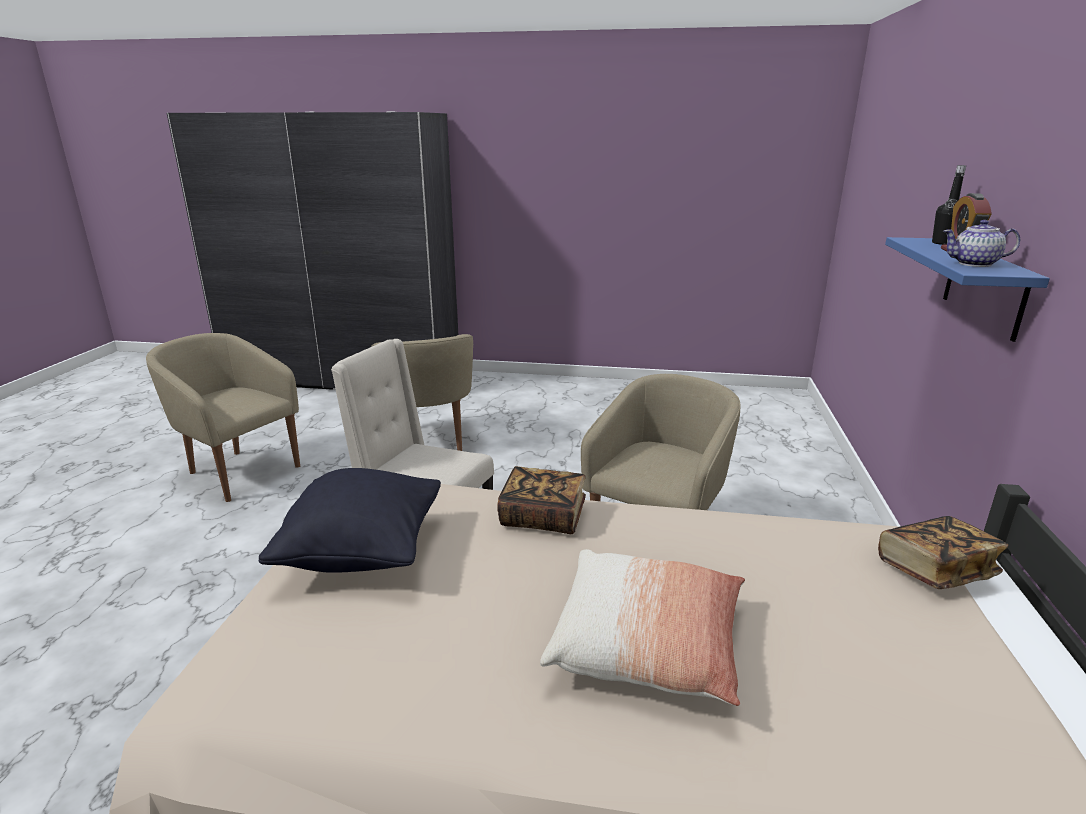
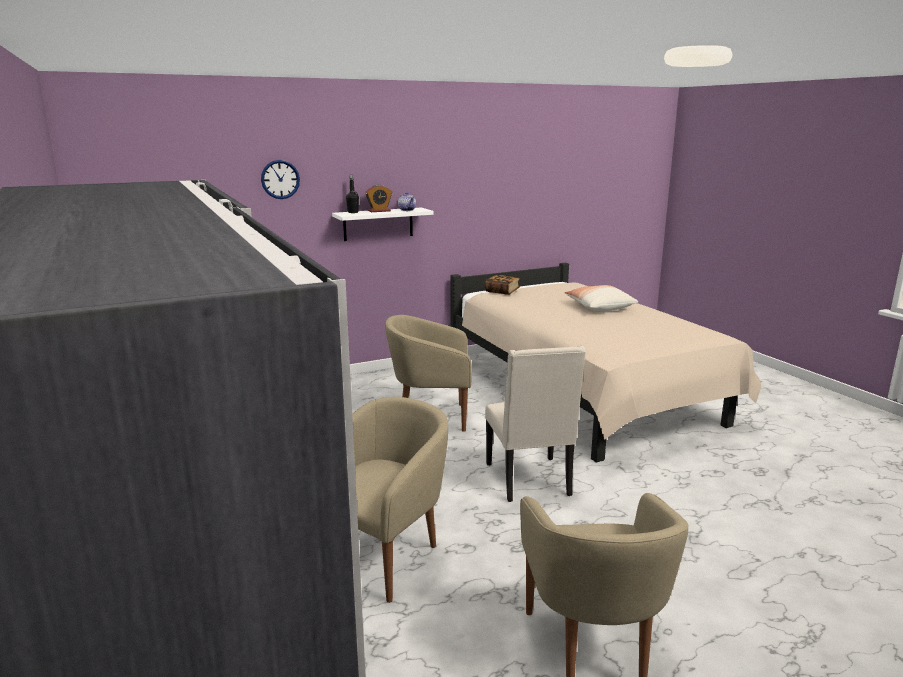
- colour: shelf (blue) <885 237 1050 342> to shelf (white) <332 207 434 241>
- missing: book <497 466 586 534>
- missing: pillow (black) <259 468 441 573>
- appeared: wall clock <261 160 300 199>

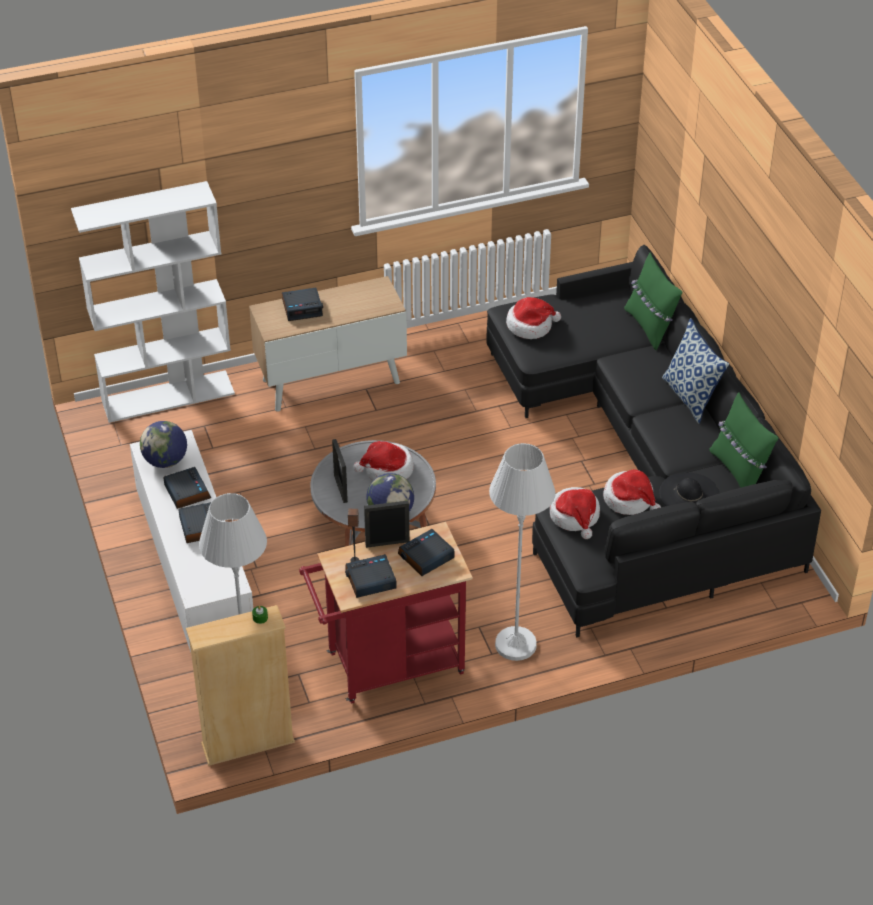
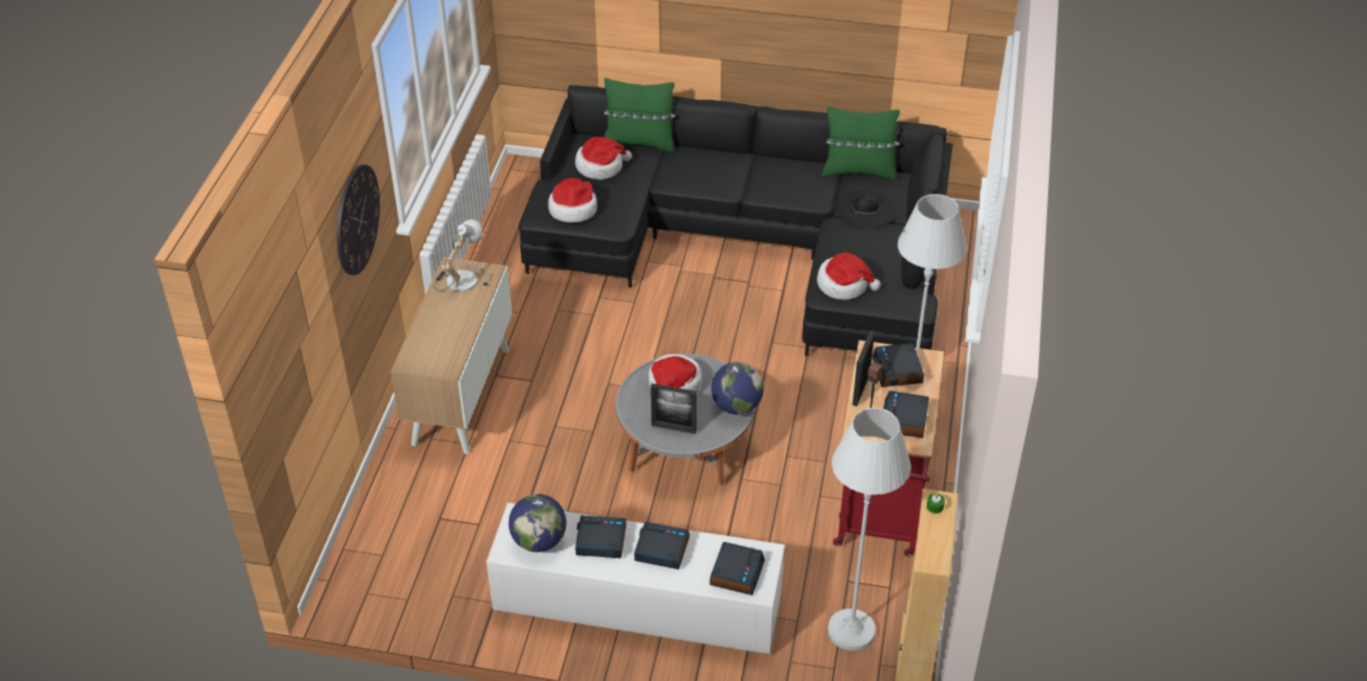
- missing: bookcase (white) <71 181 235 423>
- relocated: alarm clock <282 288 323 321> to <710 542 765 595>
- missing: pillow <662 318 729 424>
- relocated: hat <603 469 661 515> to <575 137 632 180>
- appeared: wall clock <337 165 380 275>
- appeared: table lamp <433 219 491 292>

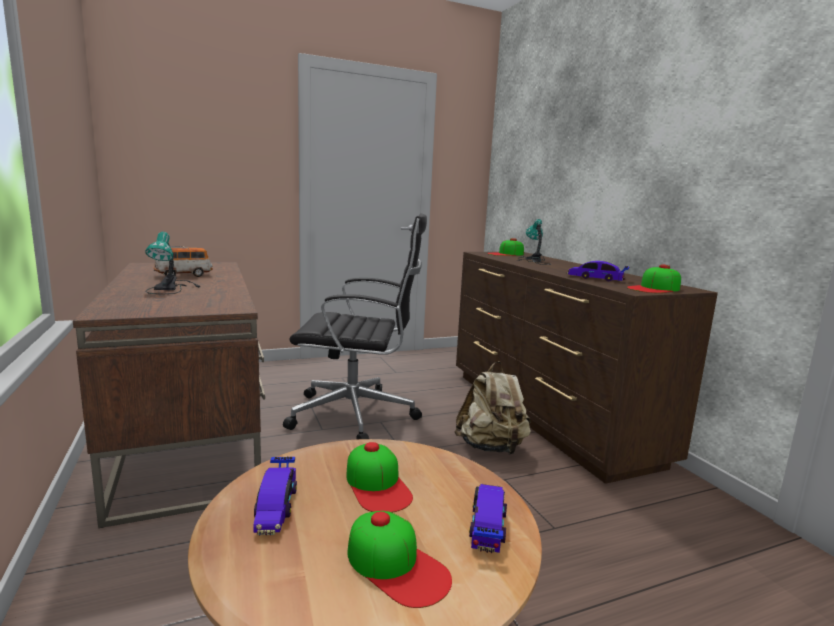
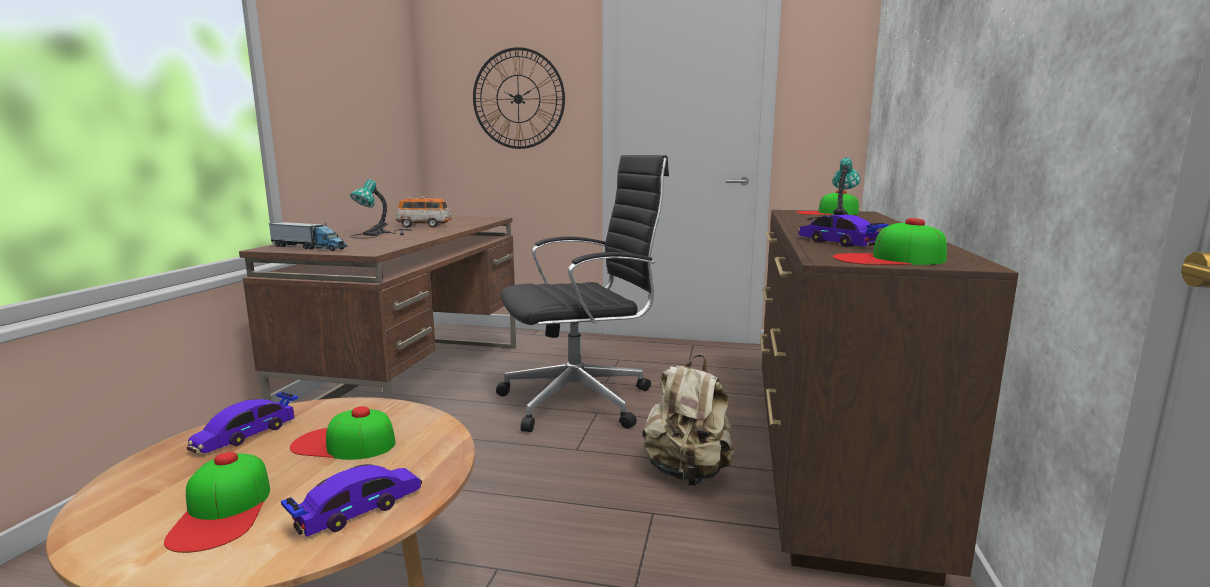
- spun: office chair (black) <283 213 427 440> = <496 155 669 432> 60 degrees counterclockwise
- spun: cap <346 442 413 513> = <290 406 396 460> 90 degrees clockwise
- appeared: wall clock <473 47 565 149>
- appeared: toy truck <269 222 347 251>

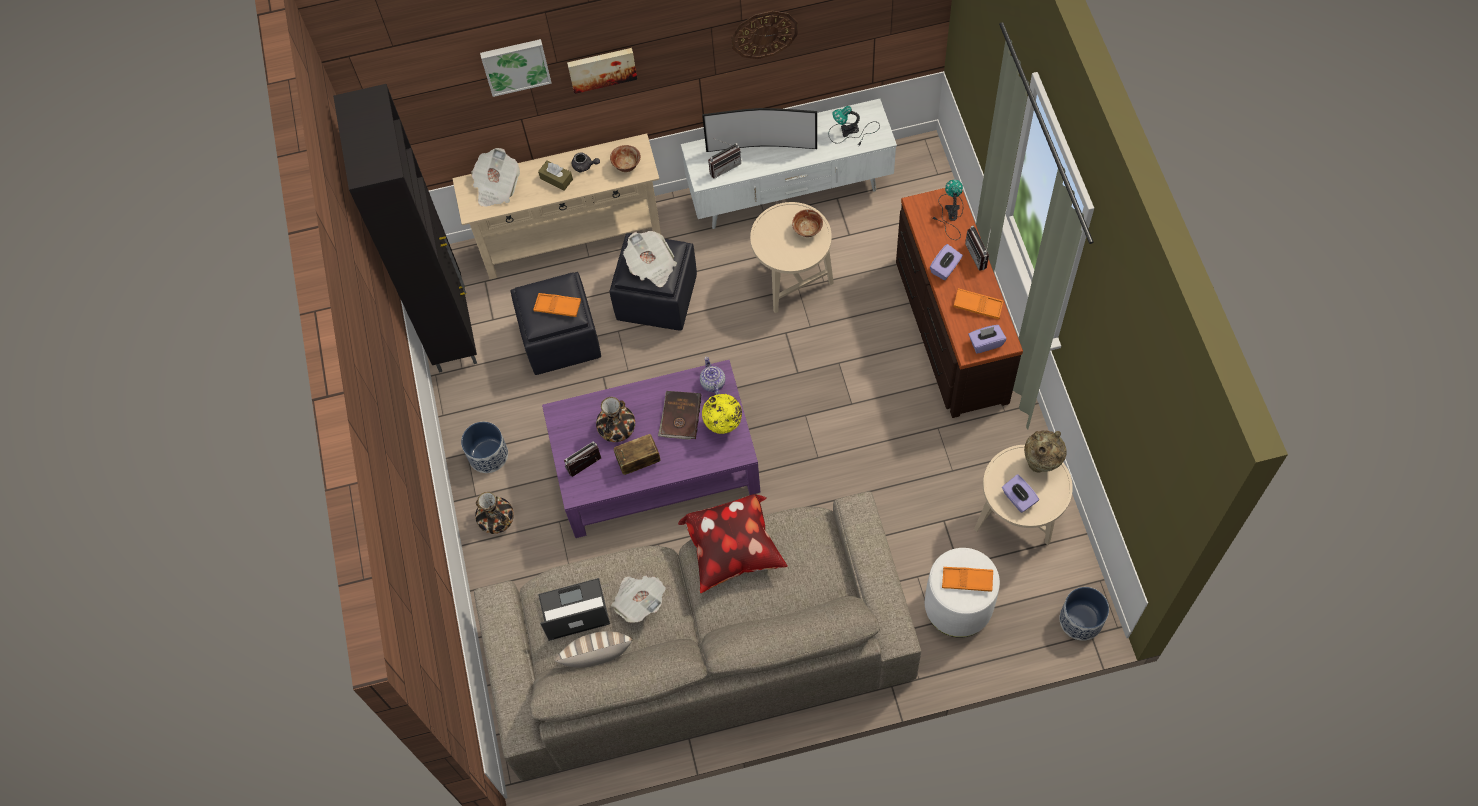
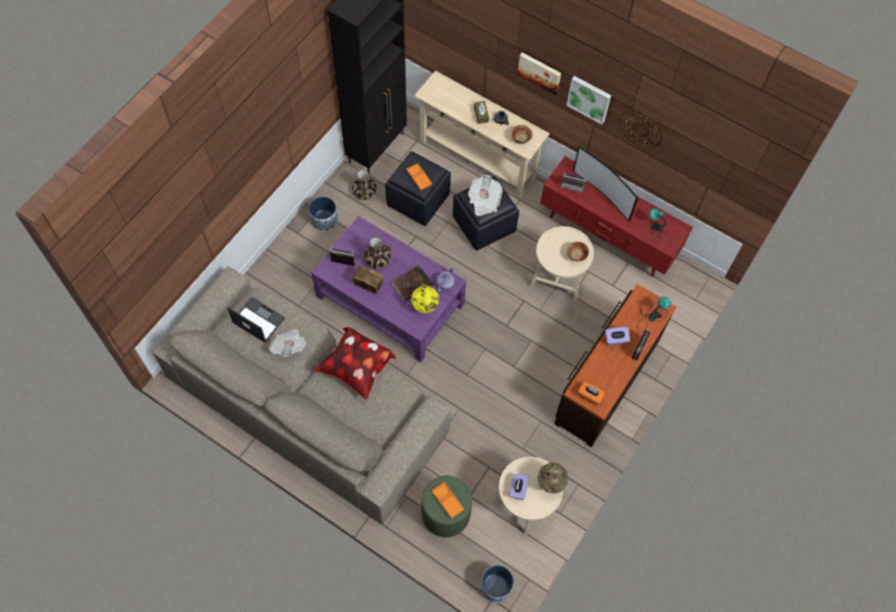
- relocated: picture <480 39 552 97> to <566 76 611 124>
- colour: tv stand (white) <681 99 897 229> to tv stand (red) <540 156 693 277>
- missing: newspaper <471 148 520 207>
- missing: tray (orange) <953 288 1003 320>
- colour: tissue box (purple) <968 325 1006 354> to tissue box (orange) <578 382 605 405>
- relocated: vase <475 492 514 534> to <352 169 376 200>
- colour: ottoman (white) <925 548 1000 638> to ottoman (green) <421 476 472 537>
- missing: pillow <555 631 632 668>

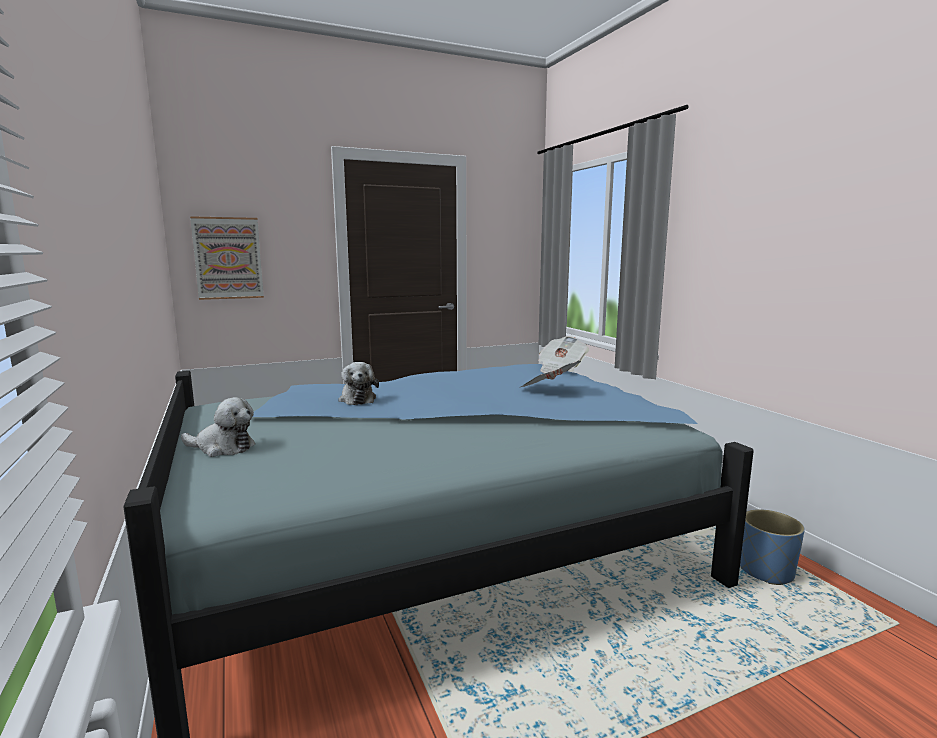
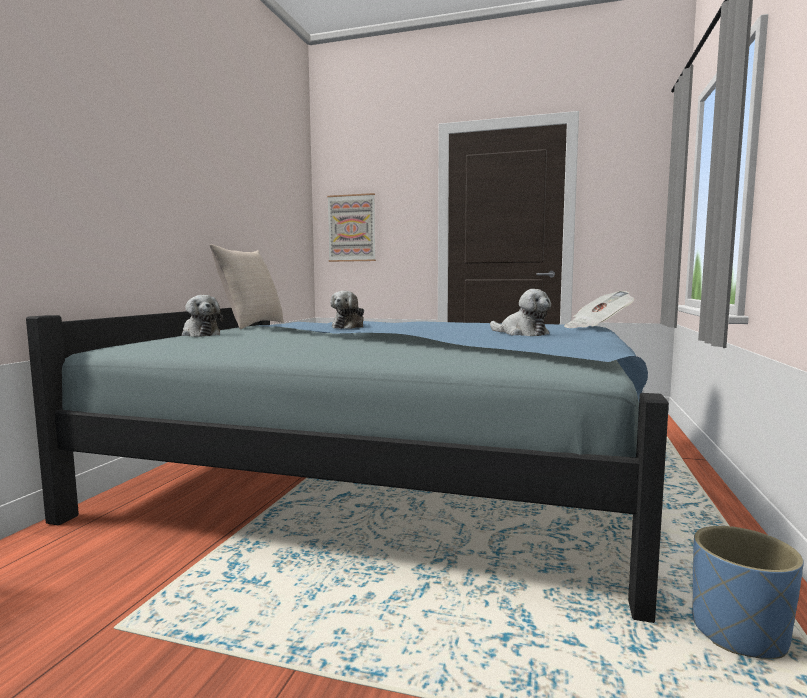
- exchanged: newspaper <521 360 581 387> to plush toy <490 289 551 336>
- appeared: pillow (beige) <209 244 284 329>

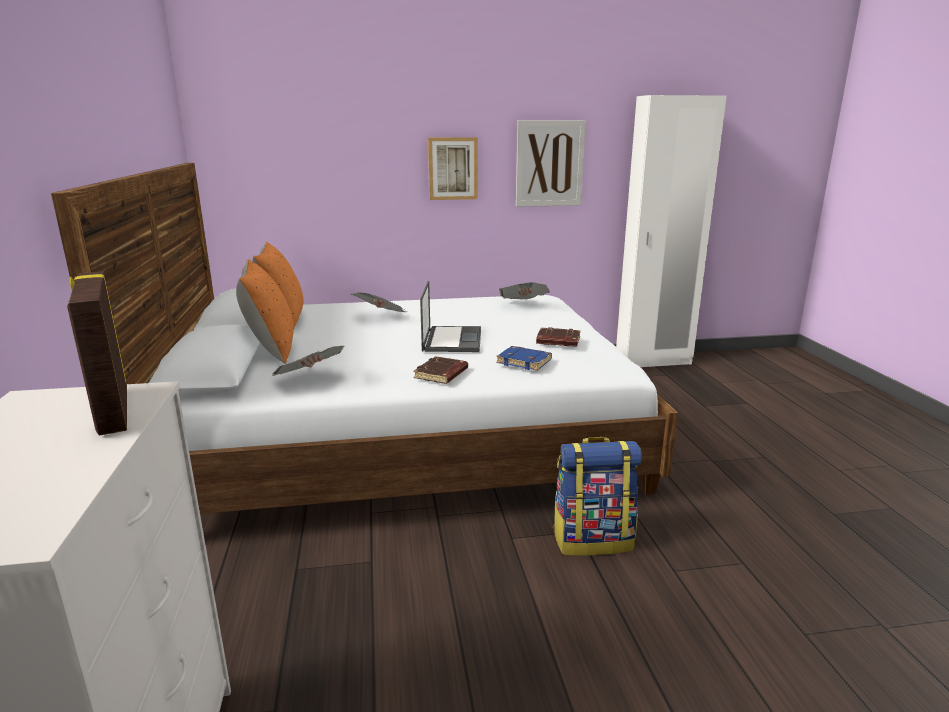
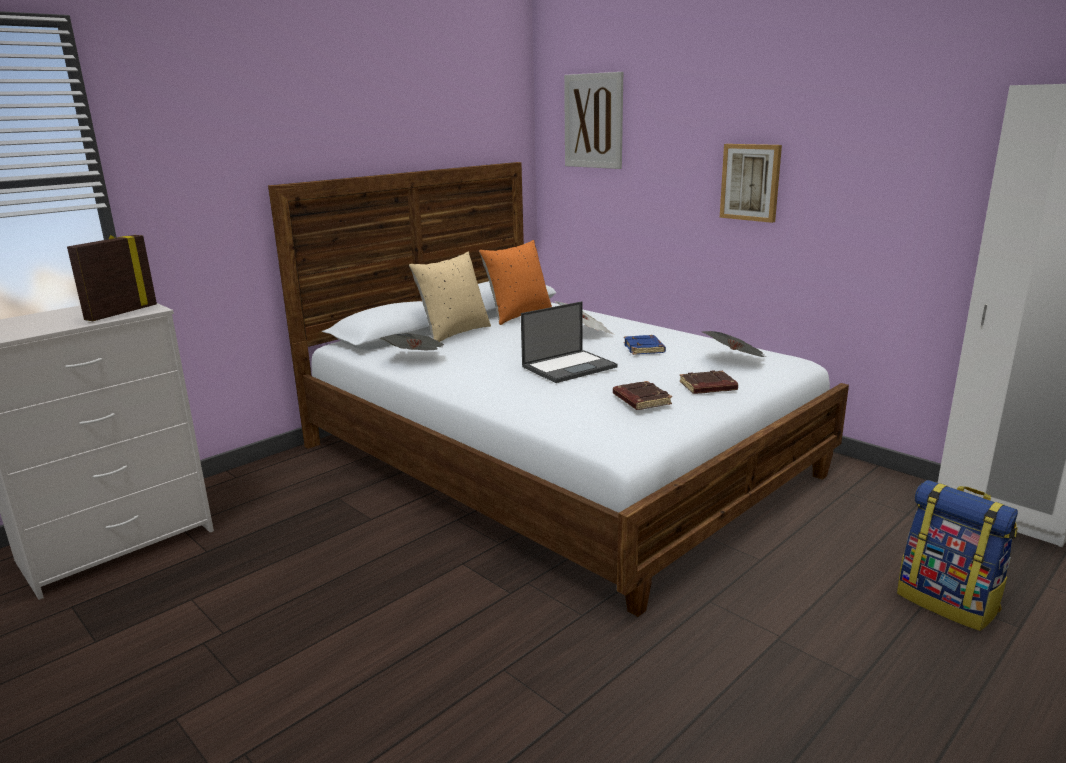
- relocated: picture <516 120 586 207> to <564 72 623 169>
- colour: pillow (orange) <236 259 294 364> to pillow (beige) <409 252 491 342>
- relocated: book (blue) <496 346 552 371> to <624 335 666 355>
- relocated: book (brown) <413 356 468 384> to <679 370 738 394>
- relocated: backpack <552 437 642 556> to <897 480 1018 631>

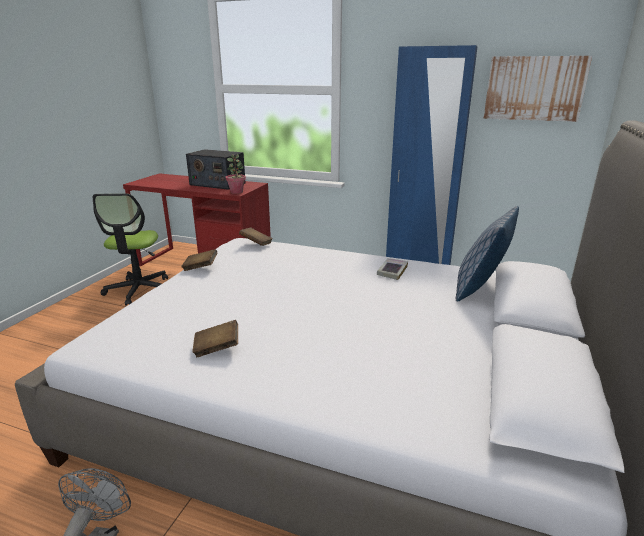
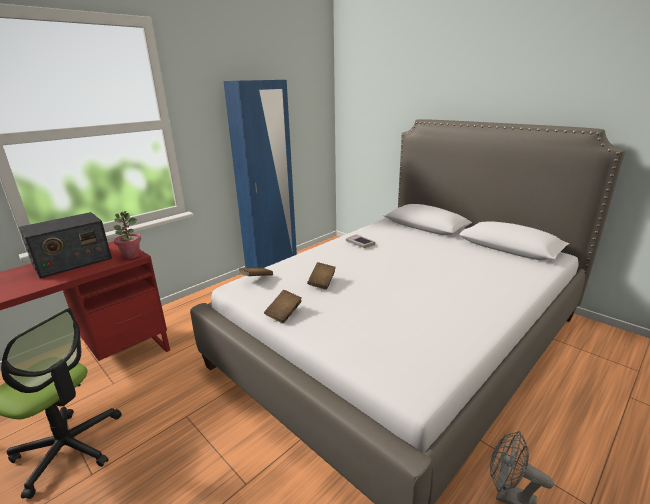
- missing: picture <484 56 592 122>
- missing: pillow <456 206 519 302>
- relocated: book (brown) <193 320 238 357> to <307 262 336 290>

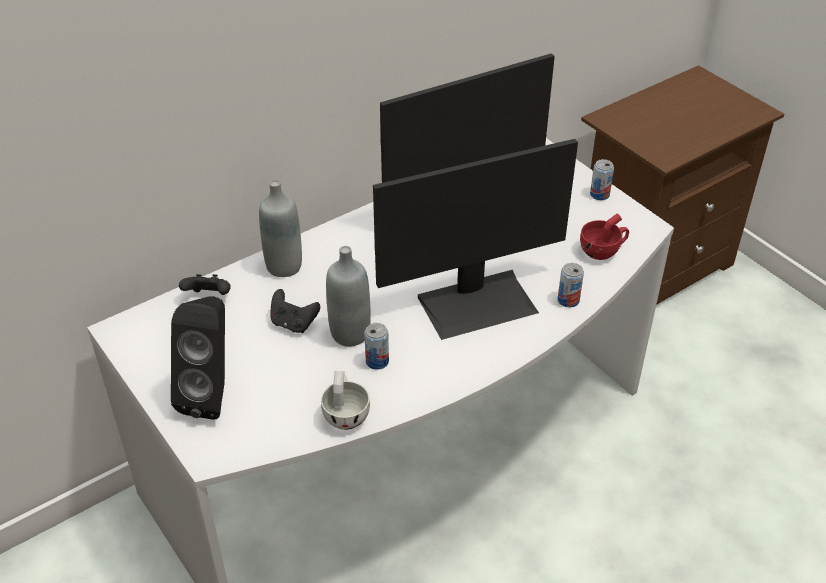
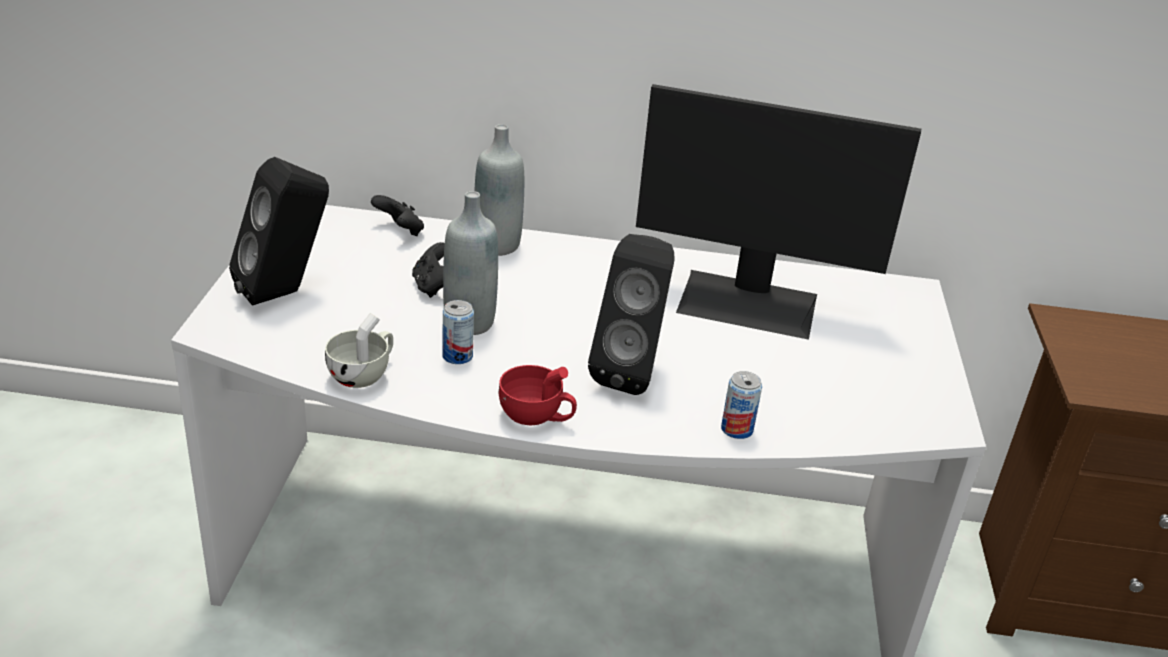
- exchanged: monitor <373 139 578 340> to speaker (black) <588 234 674 395>
- missing: can <590 159 614 200>
- relocated: cup (red) <580 213 629 260> to <499 365 577 425>

